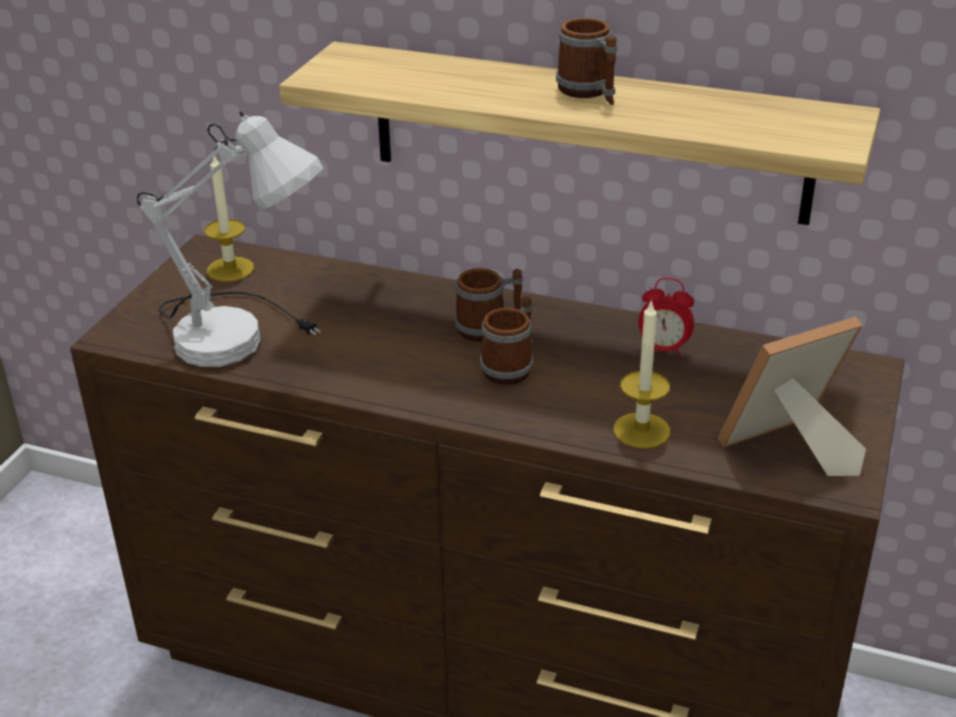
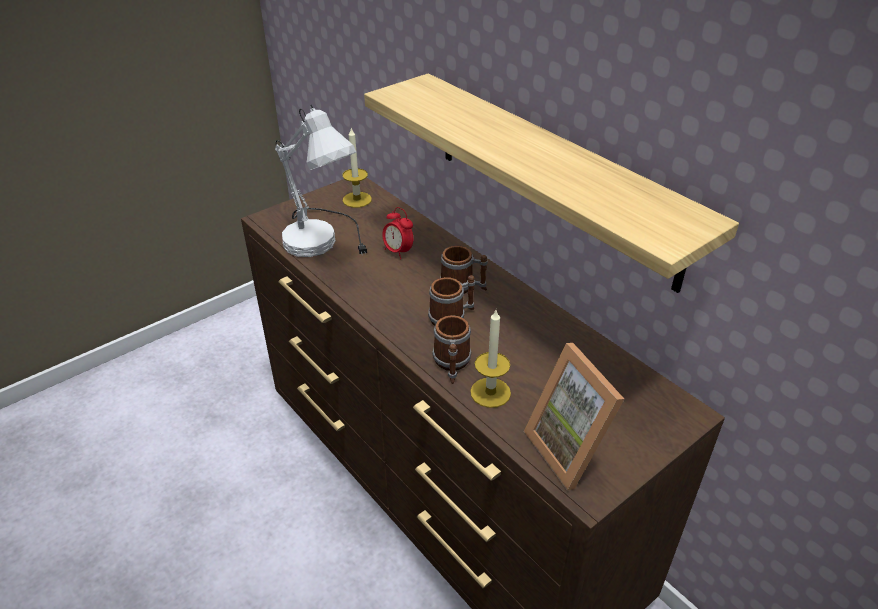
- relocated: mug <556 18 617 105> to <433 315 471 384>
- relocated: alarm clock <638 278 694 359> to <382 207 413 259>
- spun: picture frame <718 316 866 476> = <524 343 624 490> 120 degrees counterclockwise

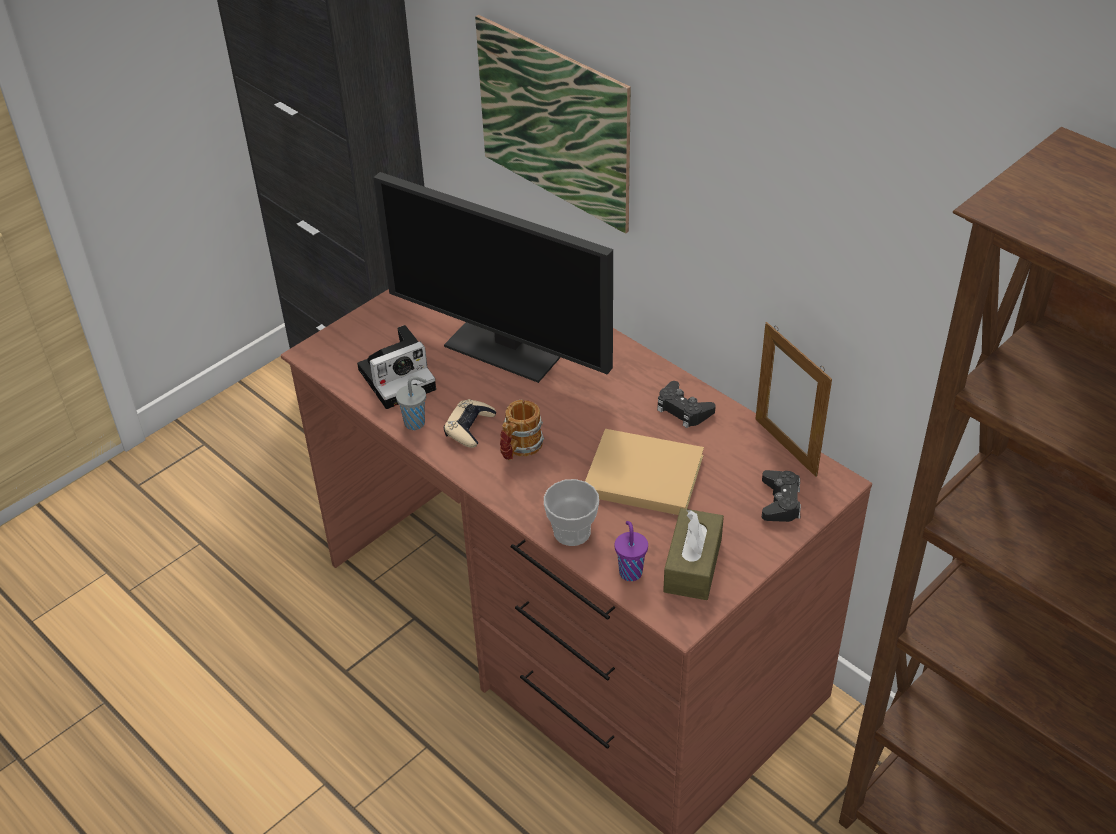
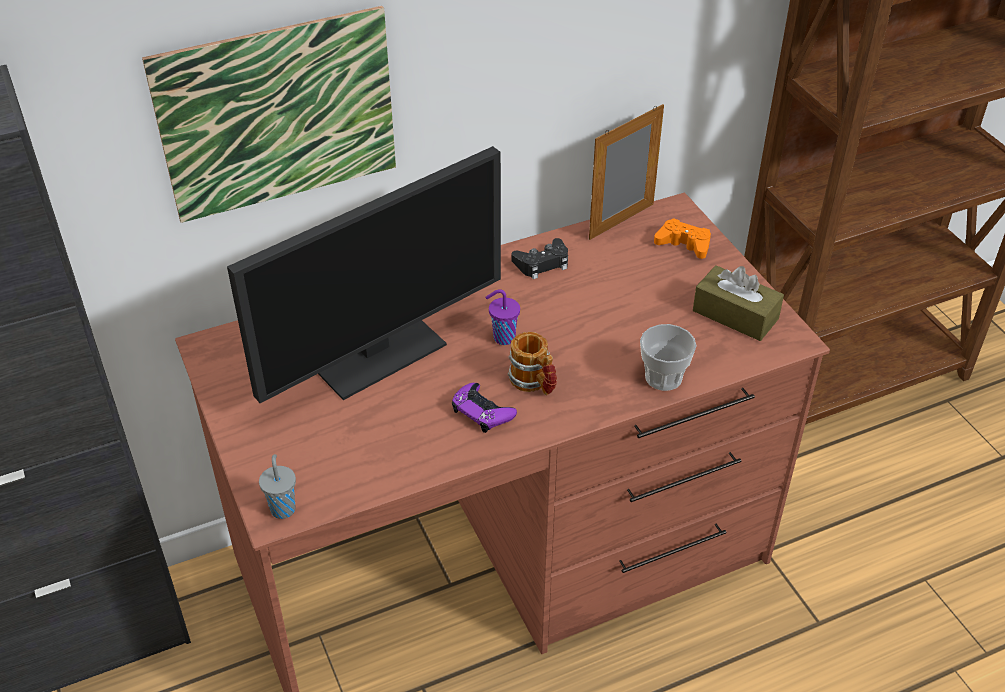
- spun: picture frame <756 322 832 477> = <589 104 664 240> 150 degrees clockwise
- missing: photo camera <357 325 436 409>
- relocated: cup (grey) <396 376 426 430> to <259 454 296 519>
- colour: game controller (beige) <444 399 496 448> to game controller (purple) <452 383 517 433>
- missing: book (beige) <585 429 704 515>
- colour: game controller (black) <762 470 801 522> to game controller (orange) <654 218 711 259>
- relocated: cup (purple) <615 521 648 581> to <486 289 520 345>

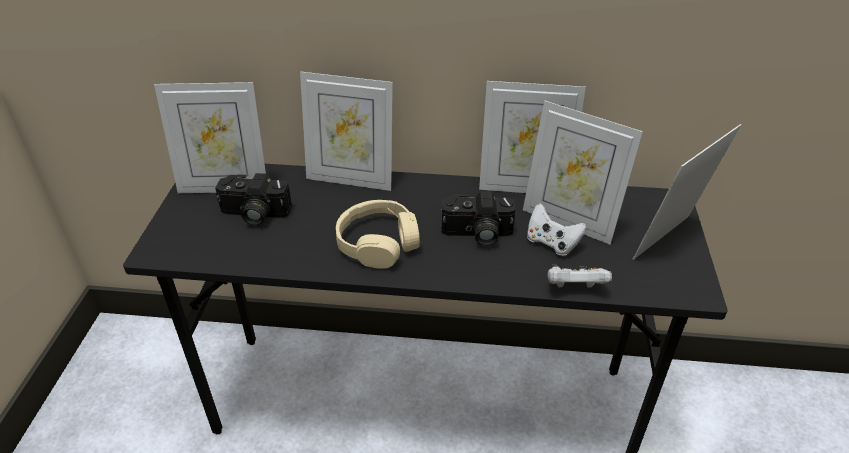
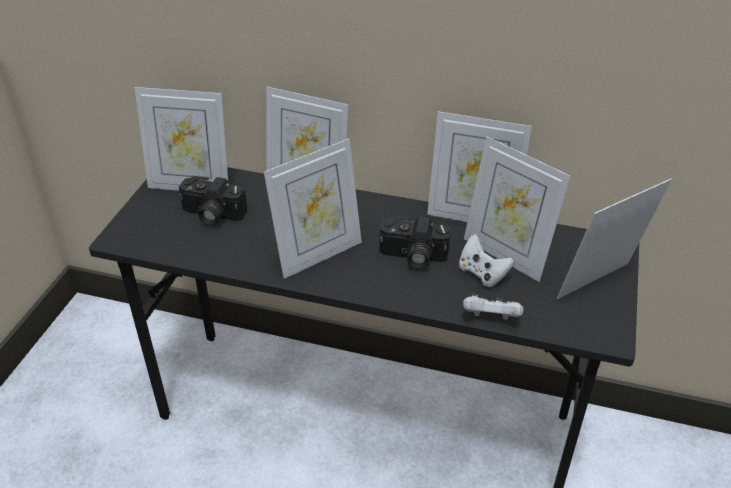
- exchanged: headphones (beige) <336 200 420 269> to picture frame <264 139 362 279>

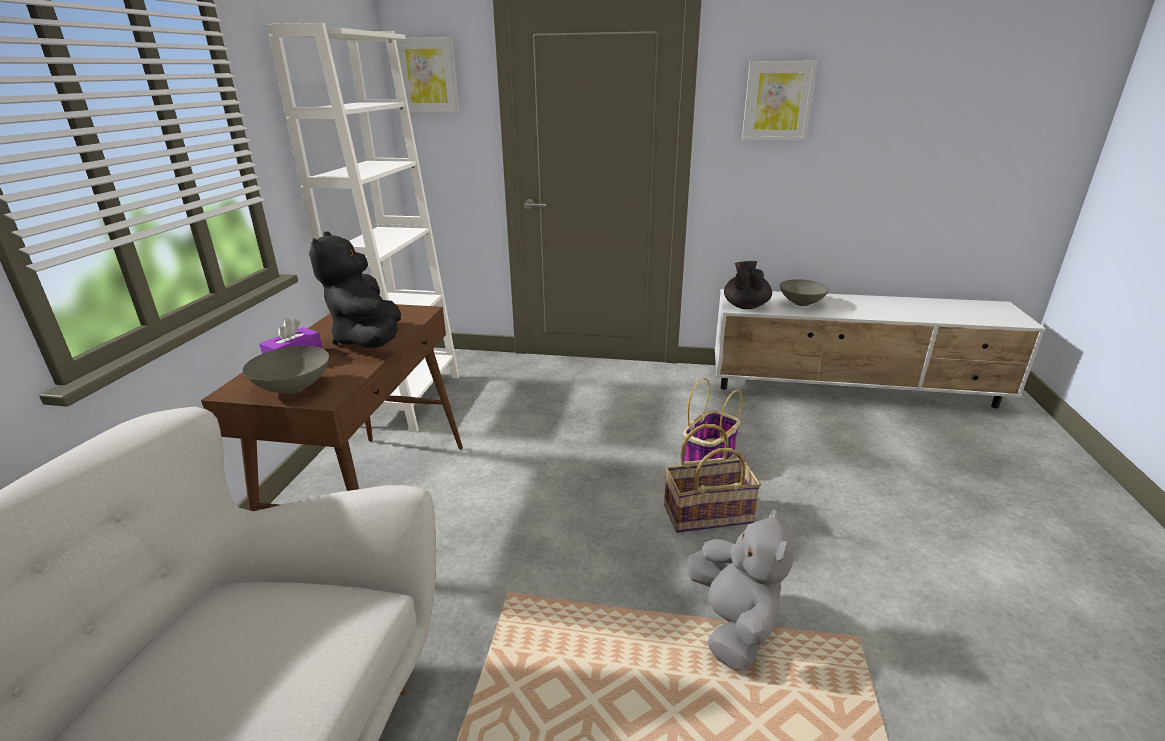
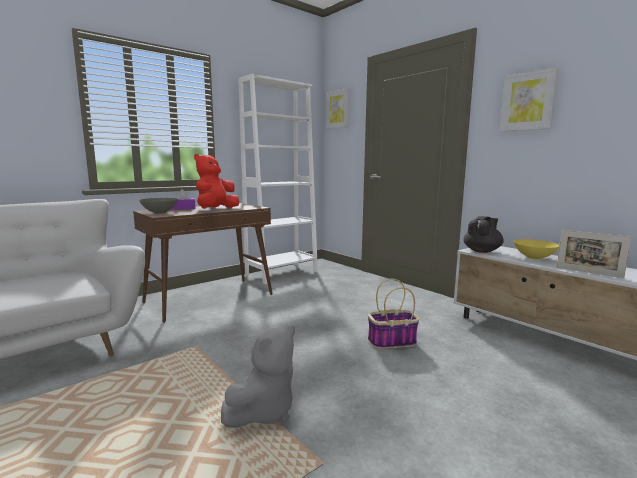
- colour: plush toy (black) <309 231 401 348> to plush toy (red) <194 154 239 209>
- colour: bowl (grey) <780 279 829 306> to bowl (yellow) <514 239 559 260>
- missing: basket <664 424 761 533>
- appeared: picture frame <557 230 631 278>

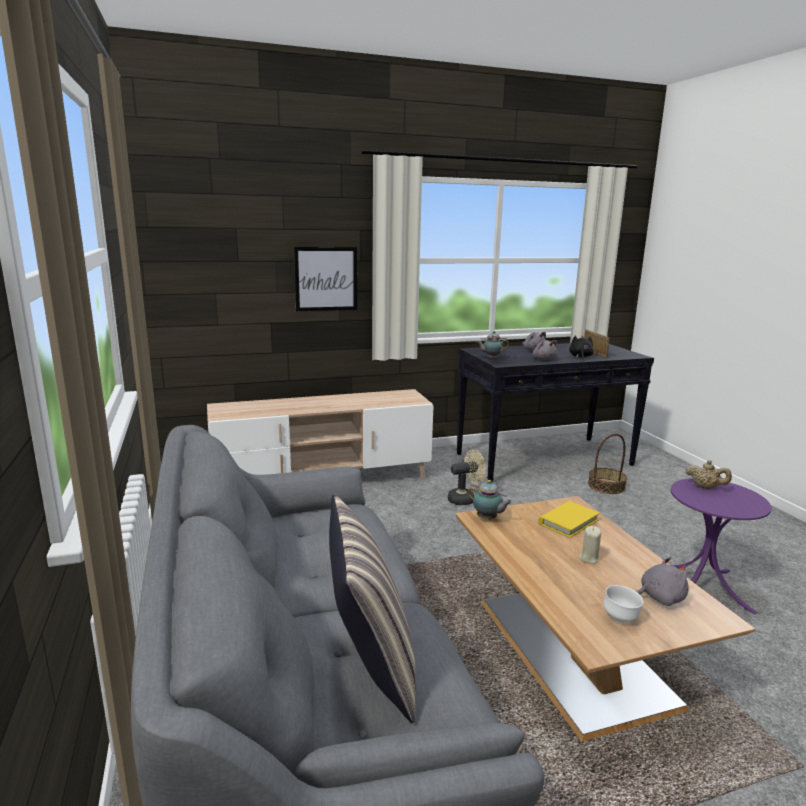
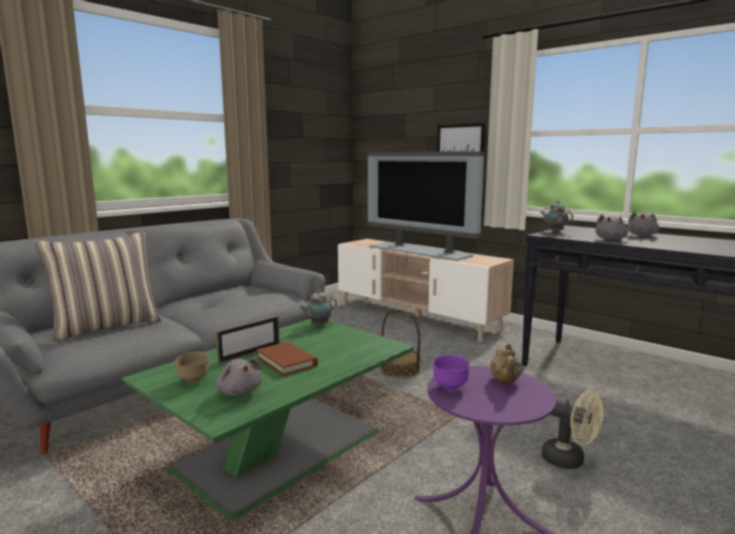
- relocated: picture frame <584 329 610 357> to <216 316 280 364>
- missing: plush toy (black) <569 335 594 359>
- relocated: basket <588 434 627 494> to <380 310 420 378>
- relocated: fan (beige) <448 449 486 505> to <541 391 603 469>
- spun: teapot <467 480 512 520> = <299 289 337 326> 45 degrees clockwise
- colour: coffee table (brown) <455 496 756 741> to coffee table (green) <122 319 414 521>
- missing: book (yellow) <539 501 600 538>
- exchanged: candle (beige) <579 526 601 564> to book (brown) <256 342 318 376>
- colour: bowl (white) <604 585 643 623> to bowl (brown) <175 352 209 383>
- appeared: television <368 151 485 261>
- appeared: bowl (purple) <433 355 470 390>

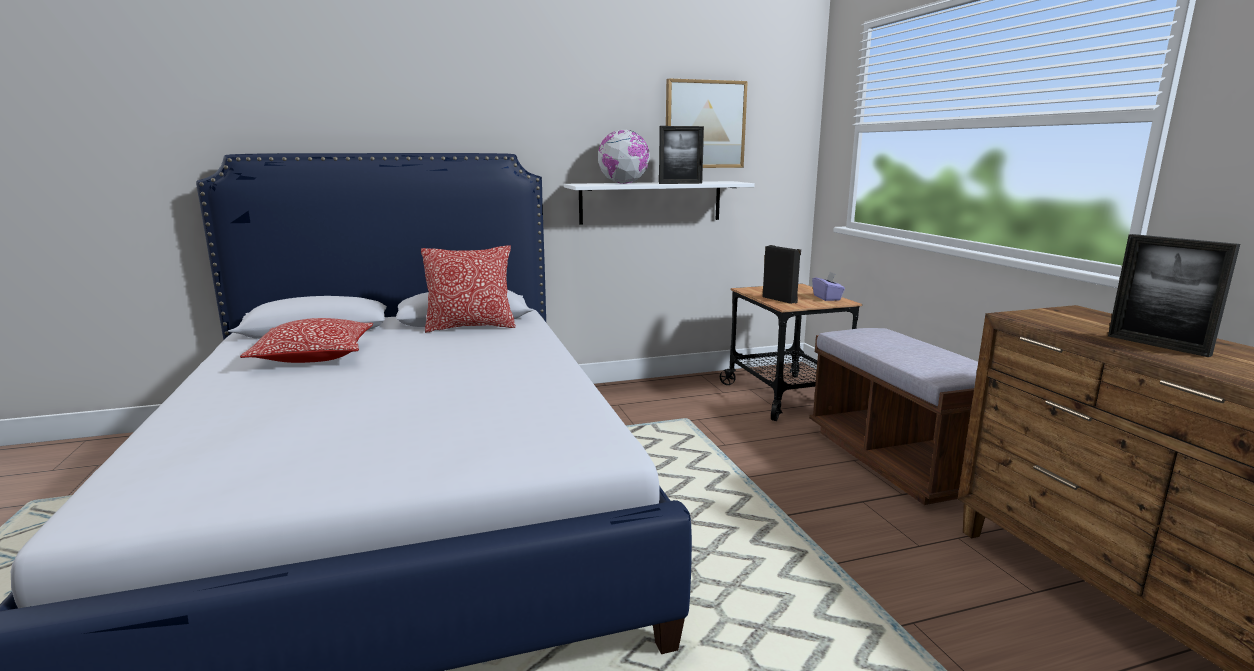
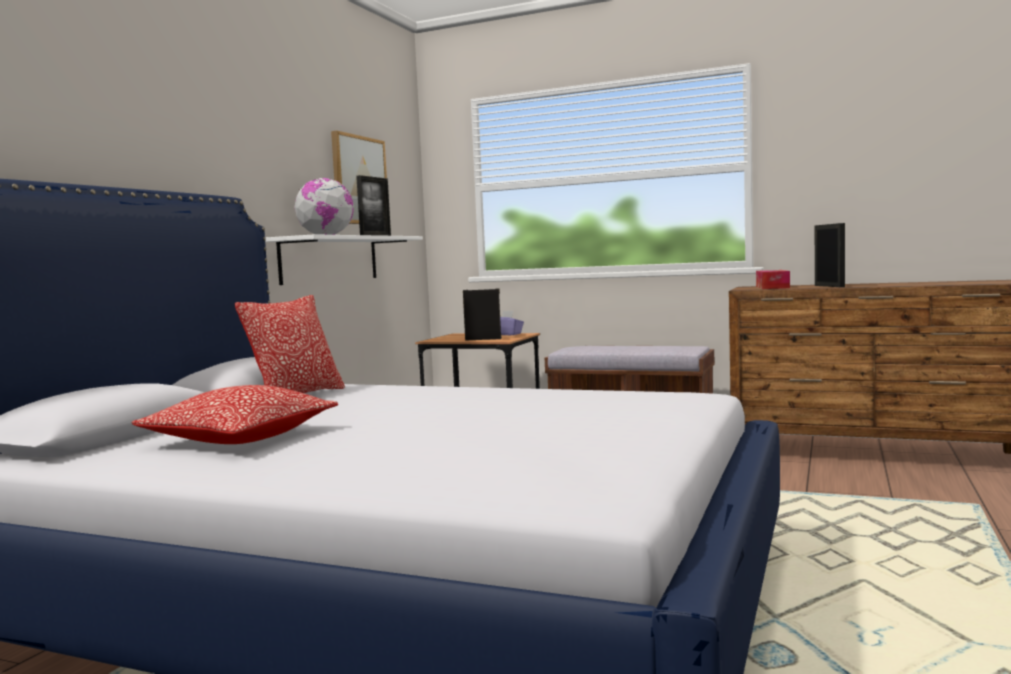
- spun: picture frame <1108 234 1240 357> = <815 223 845 287> 105 degrees counterclockwise
- appeared: tissue box <756 270 790 289>

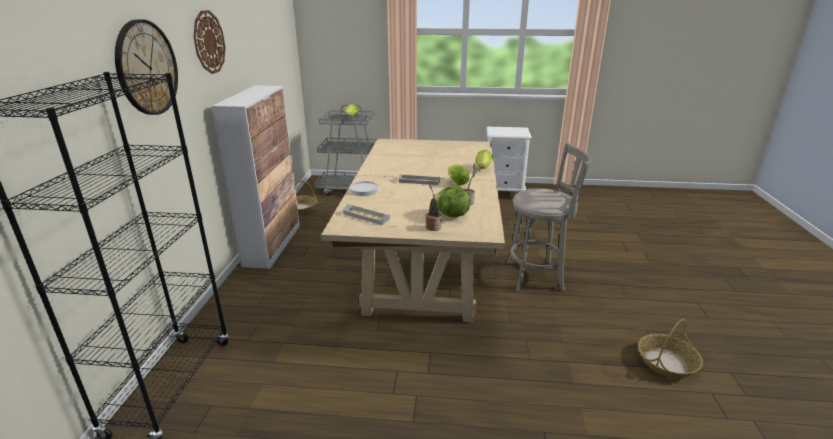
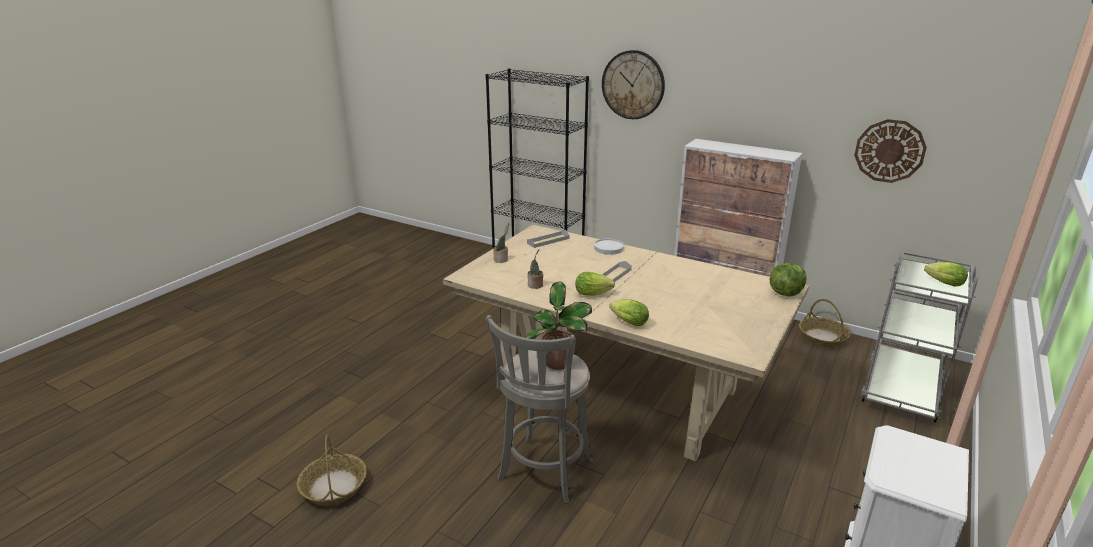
- relocated: wall clock <194 10 225 74> to <854 119 927 183>
- relocated: lettuce <434 186 471 217> to <770 263 807 297>
- appeared: potted plant <525 281 592 370>

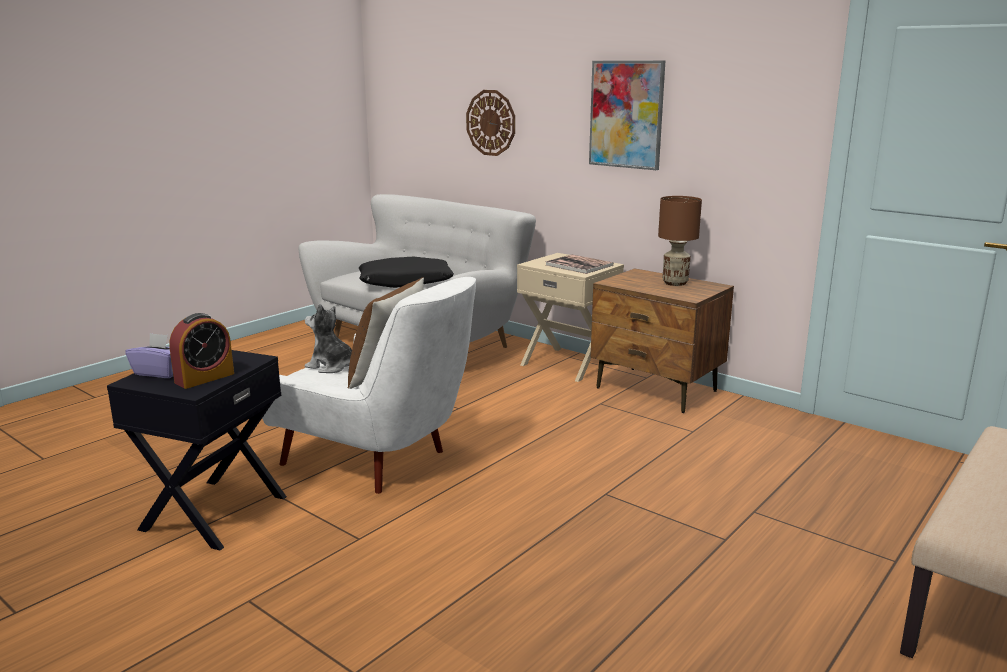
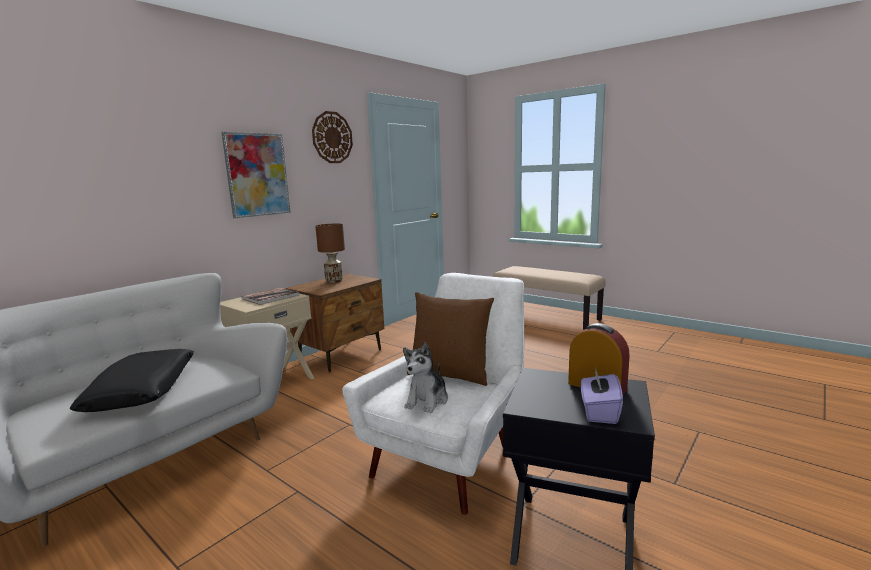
- relocated: wall clock <466 90 515 156> to <312 111 353 163>

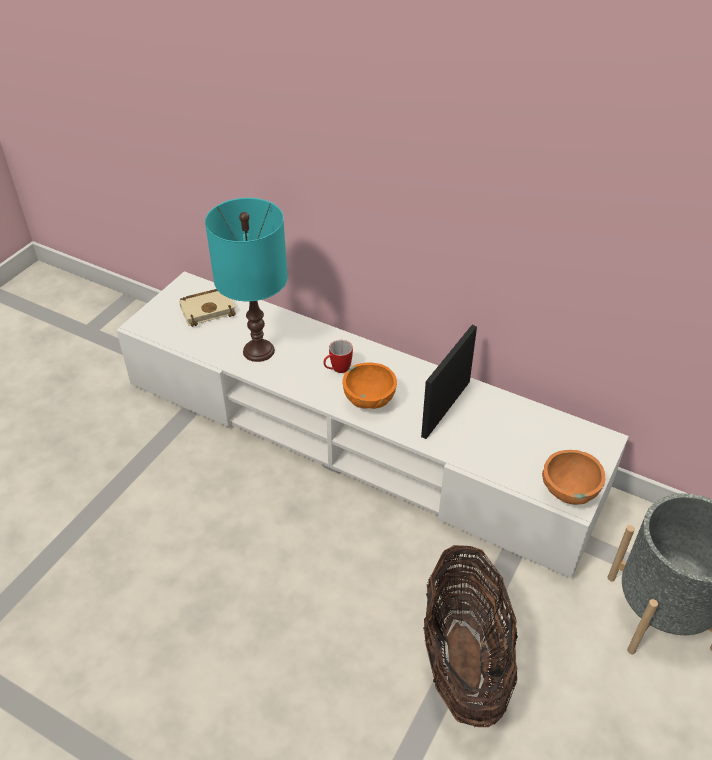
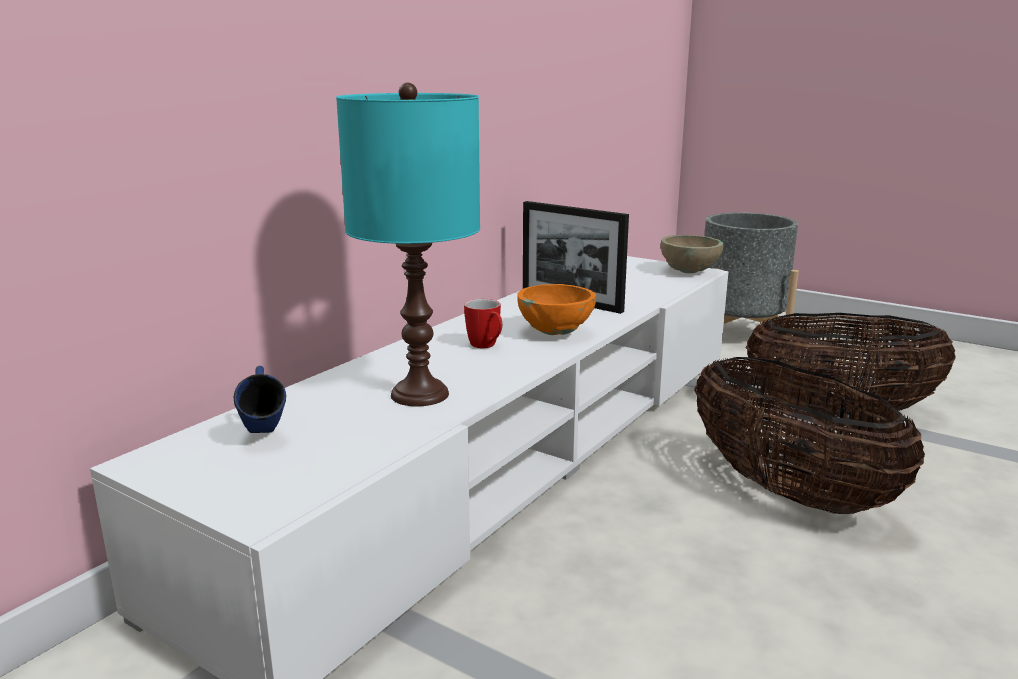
- exchanged: book (beige) <179 289 236 327> to mug (blue) <234 366 286 433>
- colour: bowl (orange) <542 450 605 505> to bowl (beige) <661 235 723 273>
- appeared: basket <694 357 925 514>

